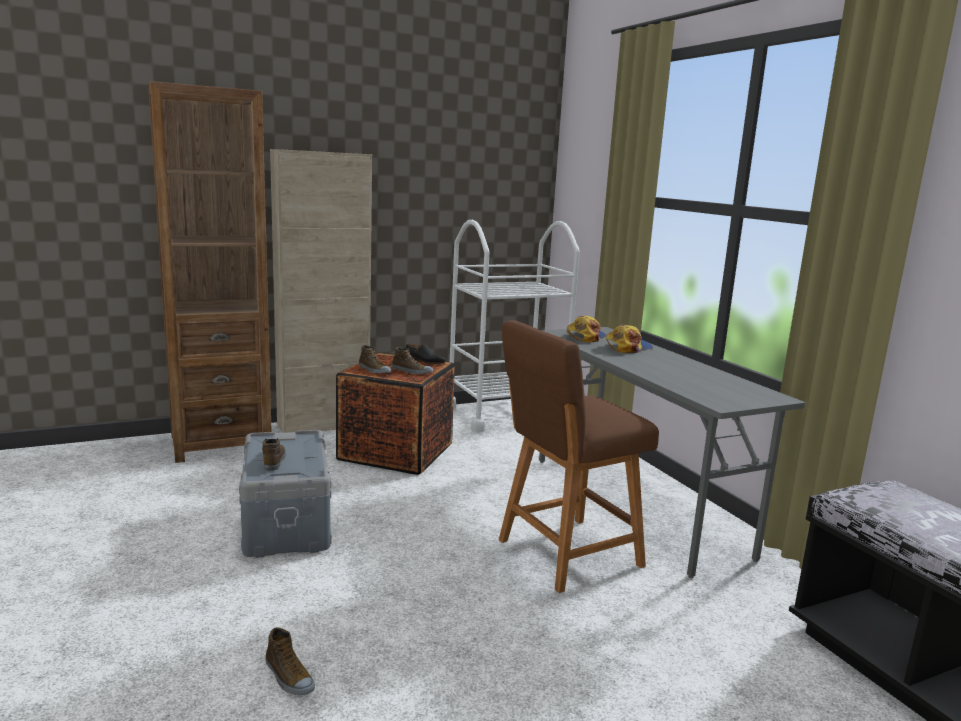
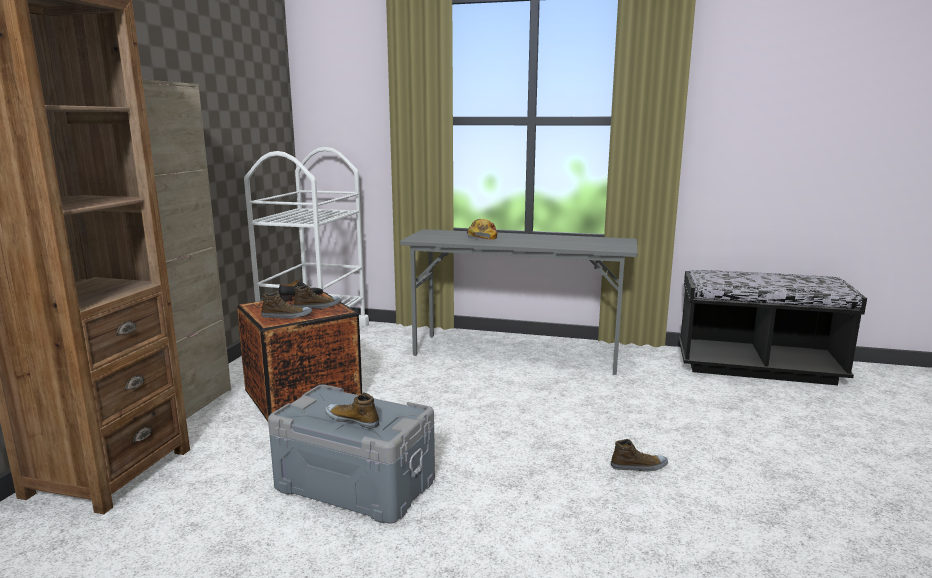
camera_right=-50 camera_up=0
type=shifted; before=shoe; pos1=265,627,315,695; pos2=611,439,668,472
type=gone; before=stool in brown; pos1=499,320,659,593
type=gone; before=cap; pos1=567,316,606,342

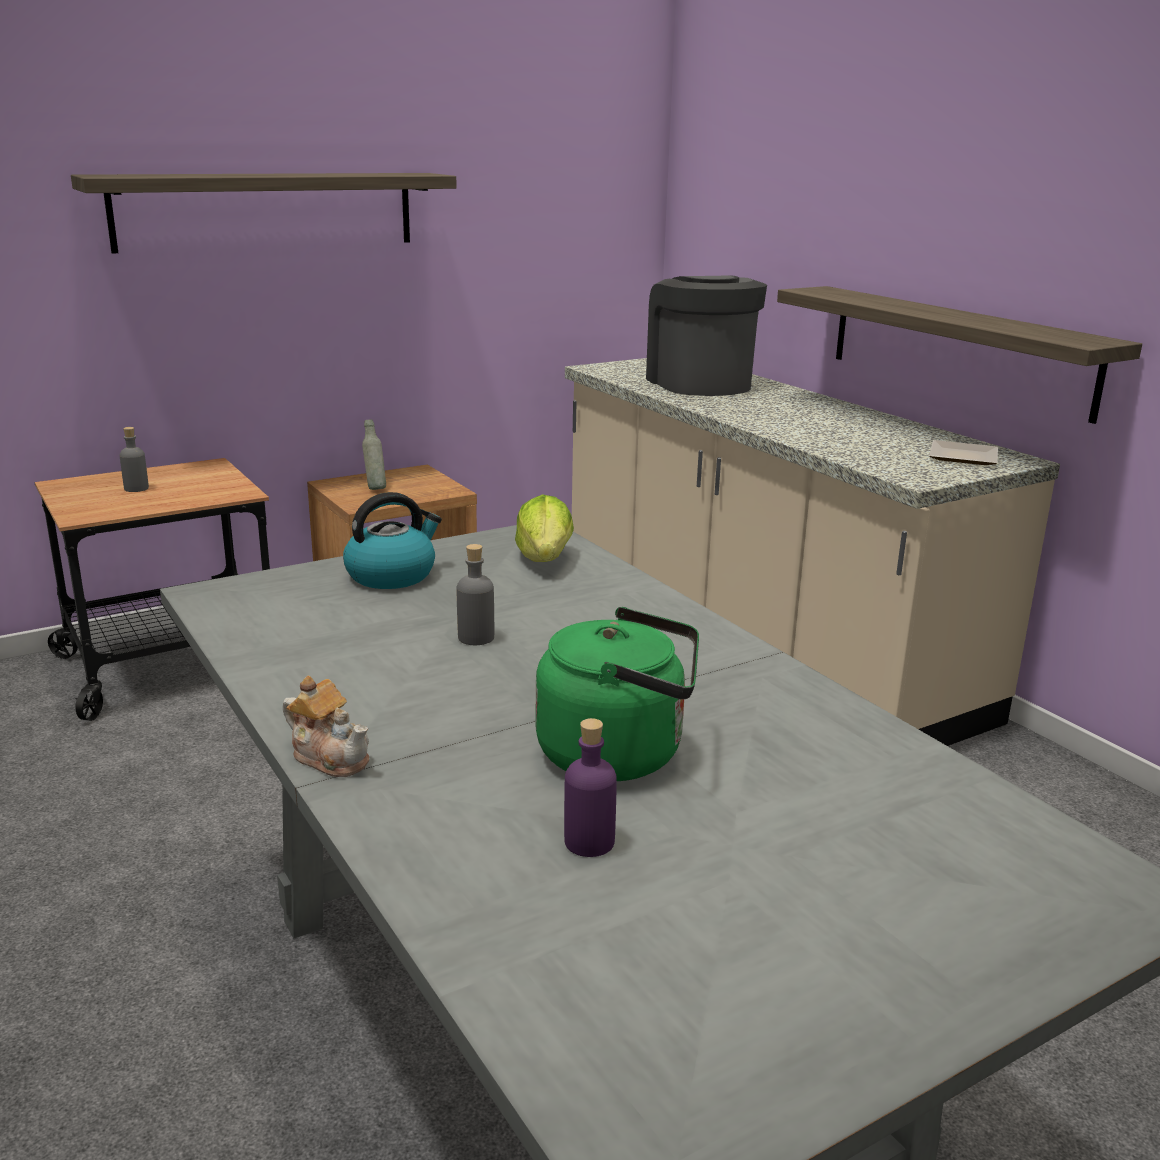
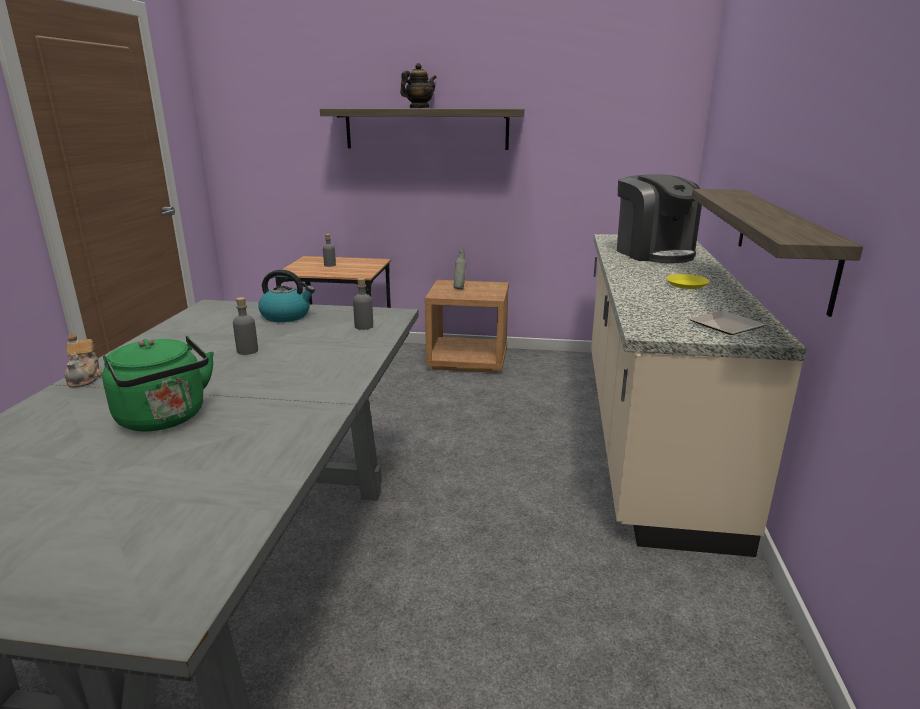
camera_right=40 camera_up=0
type=swapped; before=lettuce; after=bottle in grey; pos1=515,494,574,562; pos2=353,278,373,330
type=gone; before=bottle in purple; pos1=564,718,617,857
type=rotated; before=coffee machine; pos1=646,275,767,396; pos2=617,174,702,263; turn=135
type=new; after=teapot; pos2=400,63,437,108
type=new; after=plate in yellow; pos2=666,274,709,289

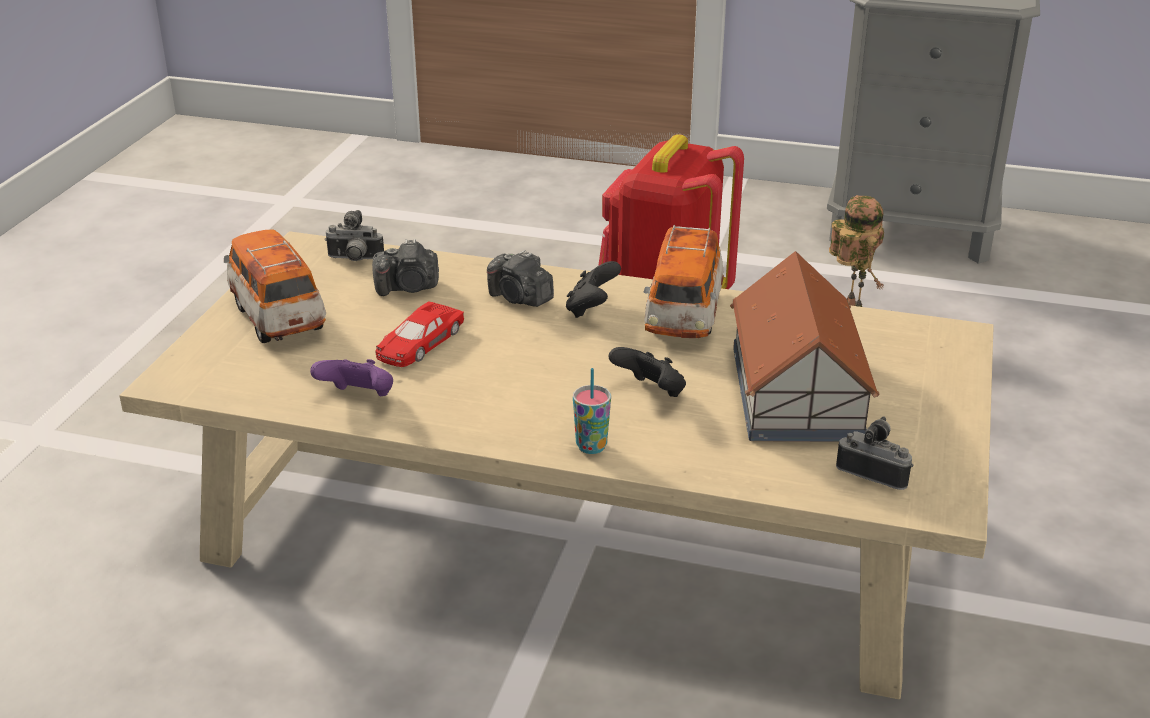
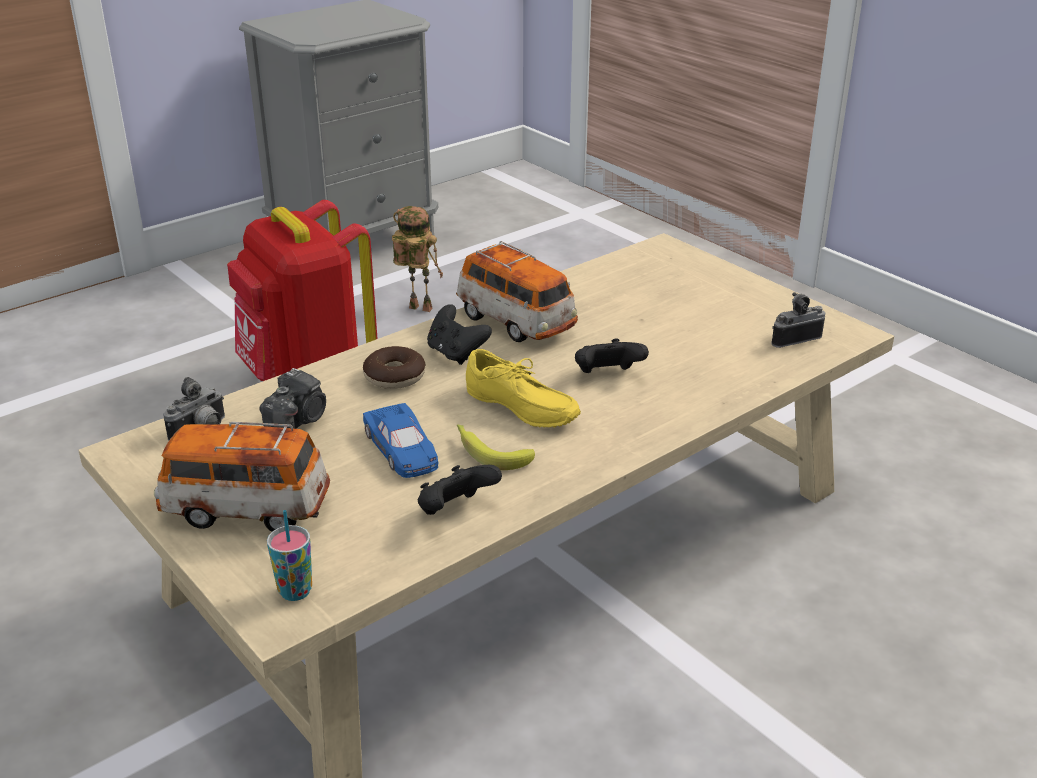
camera_right=-55 camera_up=0
type=repainted; before=game controller in purple; after=game controller in black; pos1=310,359,393,396; pos2=418,465,502,515
type=repainted; before=toy car in red; after=toy car in blue; pos1=375,301,464,367; pos2=363,403,439,478
type=swapped; before=photo camera; after=donut; pos1=487,250,554,307; pos2=363,346,425,389
type=shifted; before=cup; pos1=573,368,611,454; pos2=267,510,312,601
type=gone; before=toy house; pos1=730,251,880,442
type=new; after=banana; pos2=457,424,535,470
type=new; after=shoe in yellow; pos2=466,349,581,428

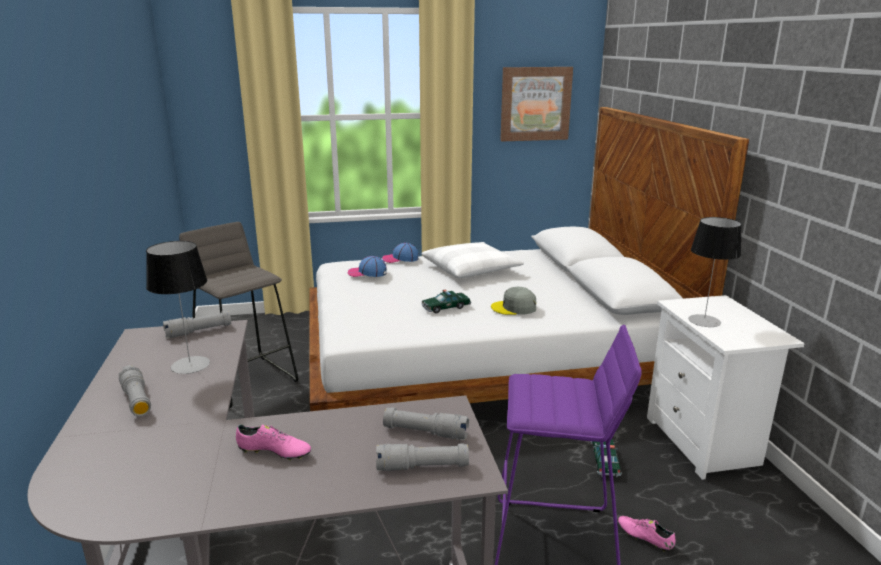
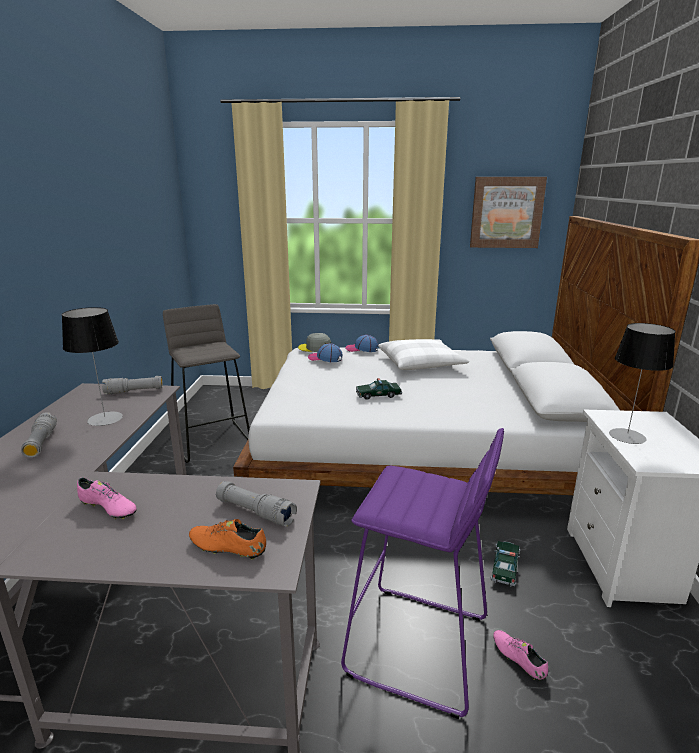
camera_right=15 camera_up=0
type=swapped; before=flashlight in grey; after=shoe in orange; pos1=376,444,469,471; pos2=189,519,266,560
type=shifted; before=cap in grey; pos1=491,287,536,315; pos2=298,333,331,352

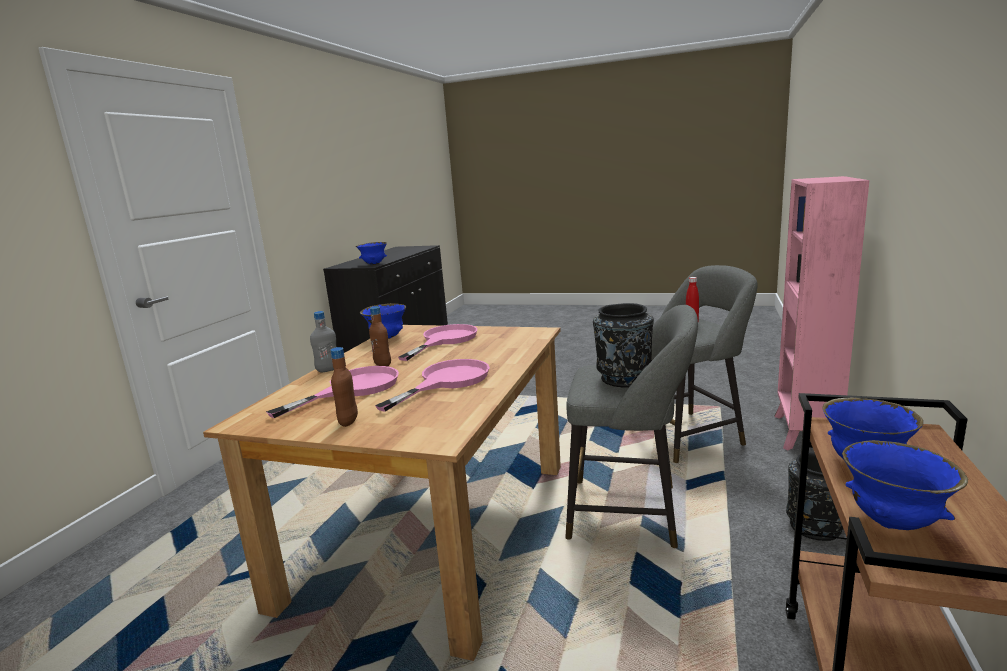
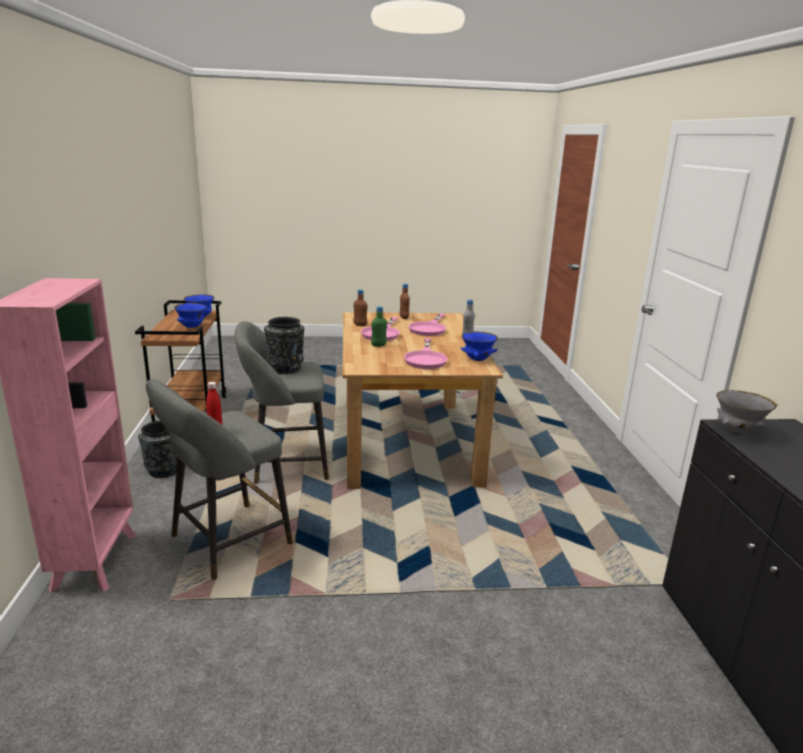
camera_right=155 camera_up=5
type=repainted; before=bowl in blue; after=bowl in grey; pos1=356,242,387,265; pos2=716,390,777,436
type=shifted; before=bottle in brown; pos1=369,306,391,367; pos2=353,289,368,326
type=new; after=bottle in green; pos2=371,306,387,347

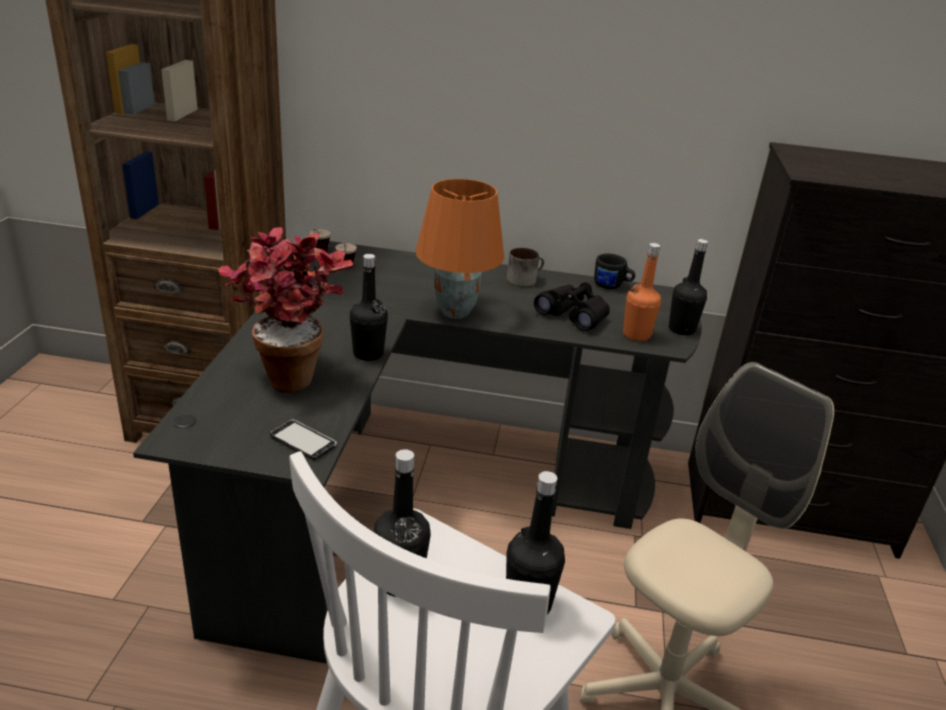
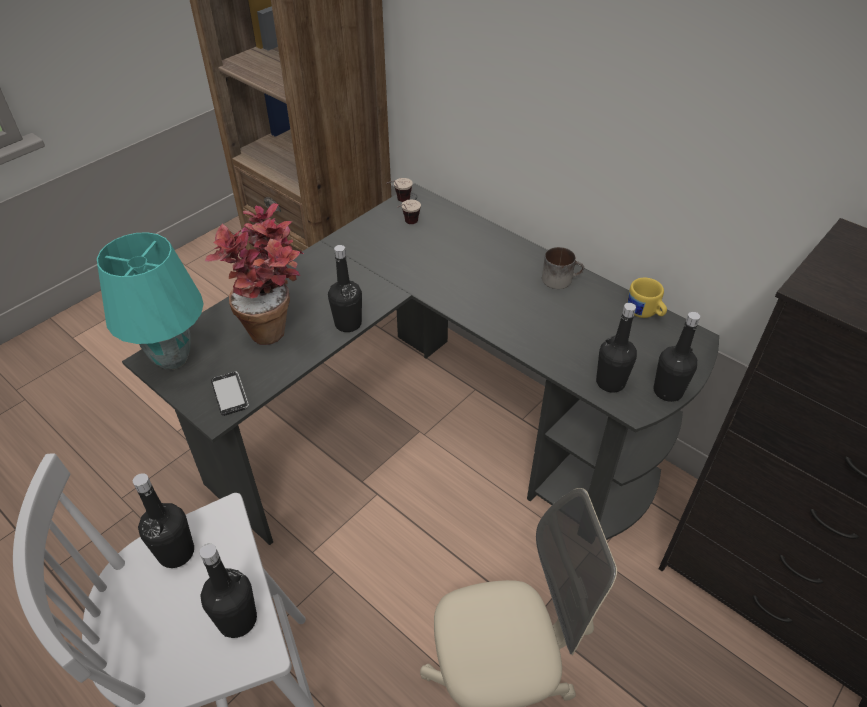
camera_right=35 camera_up=15
type=gone; before=table lamp in orange; pos1=416,179,504,319
type=gone; before=binoculars in black; pos1=534,282,610,331
type=repainted; before=mug in black; after=mug in yellow; pos1=594,253,635,289; pos2=627,278,667,318
type=repainted; before=bottle in orange; after=bottle in black; pos1=623,243,661,341; pos2=596,303,637,393
type=new; after=table lamp in turquoise; pos2=97,232,204,370

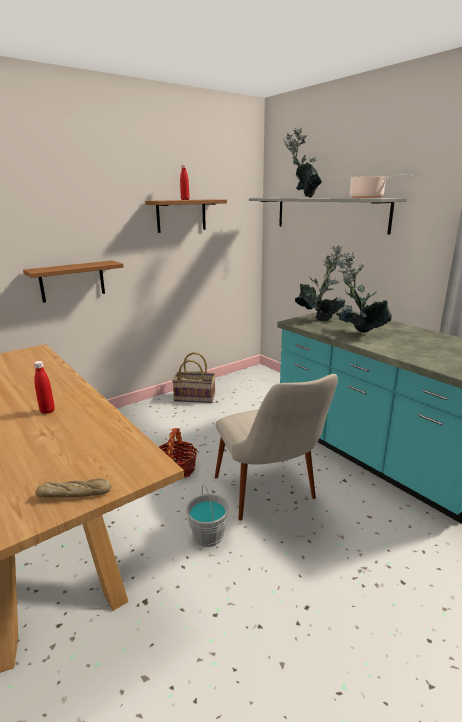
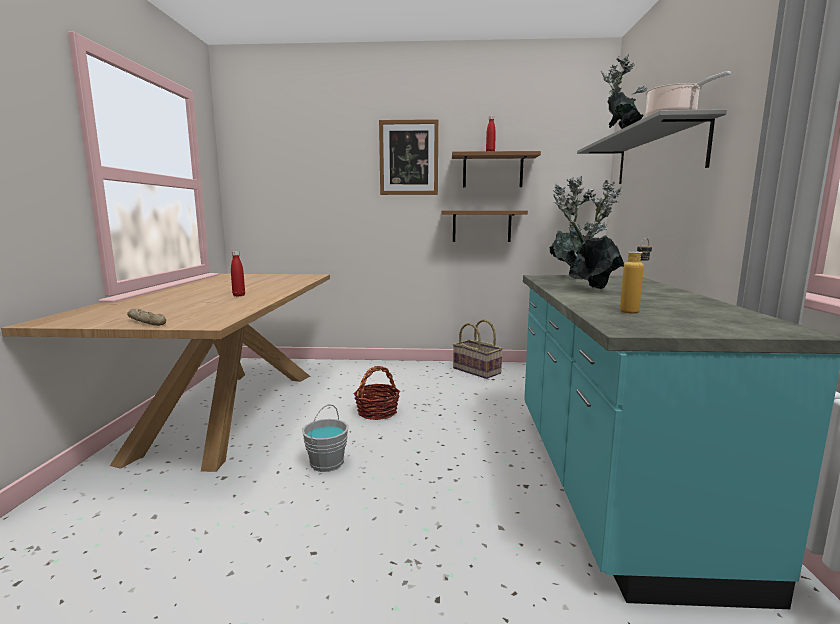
camera_right=40 camera_up=-10
type=shifted; before=shelf in brown; pos1=23,261,124,303; pos2=442,210,528,242
type=gone; before=chair in beige; pos1=215,374,338,520
type=new; after=picture; pos2=379,119,438,195
type=new; after=bottle; pos2=620,238,652,314

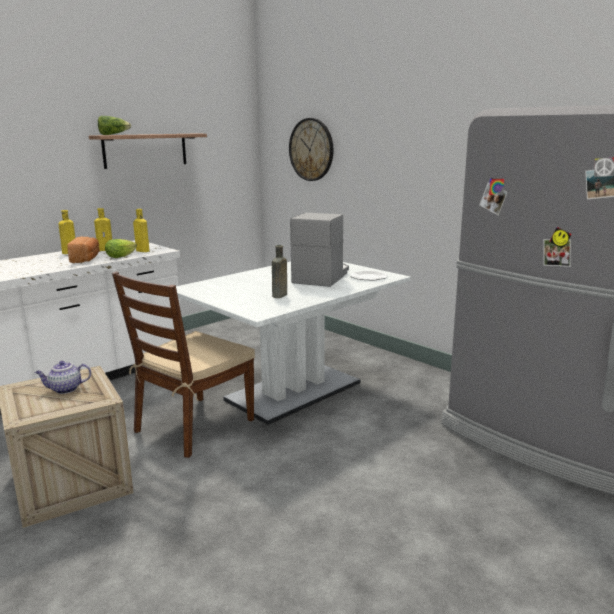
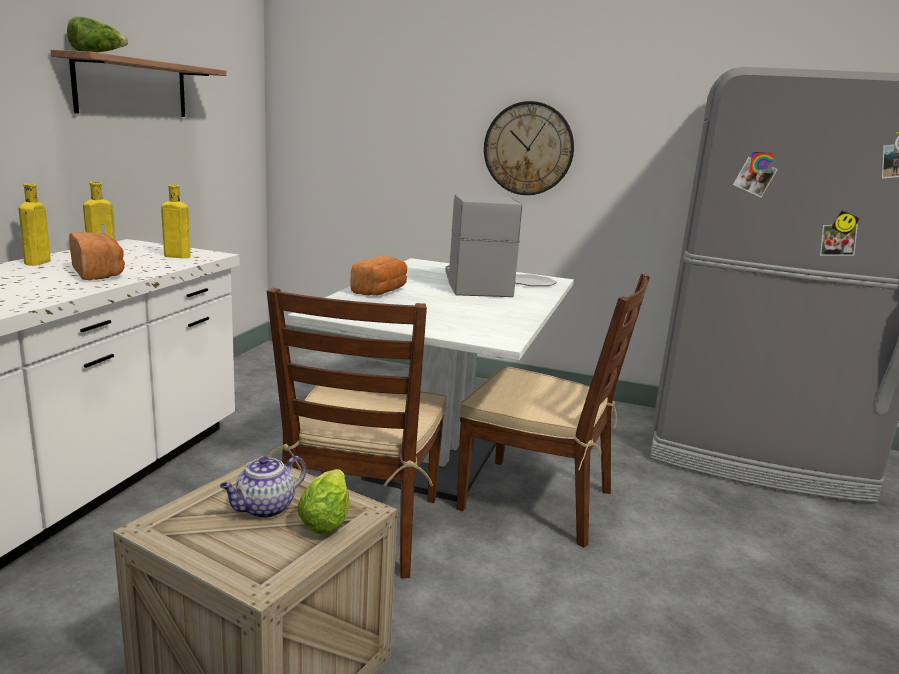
camera_right=-30 camera_up=0
type=shifted; before=lettuce; pos1=105,239,137,258; pos2=297,469,349,535
type=gone; before=bottle in brown; pos1=272,245,287,298
type=shifted; before=wall clock; pos1=289,118,333,181; pos2=484,101,574,195
type=new; after=bread; pos2=350,255,407,295
type=new; after=chair in brown; pos2=457,273,650,548

